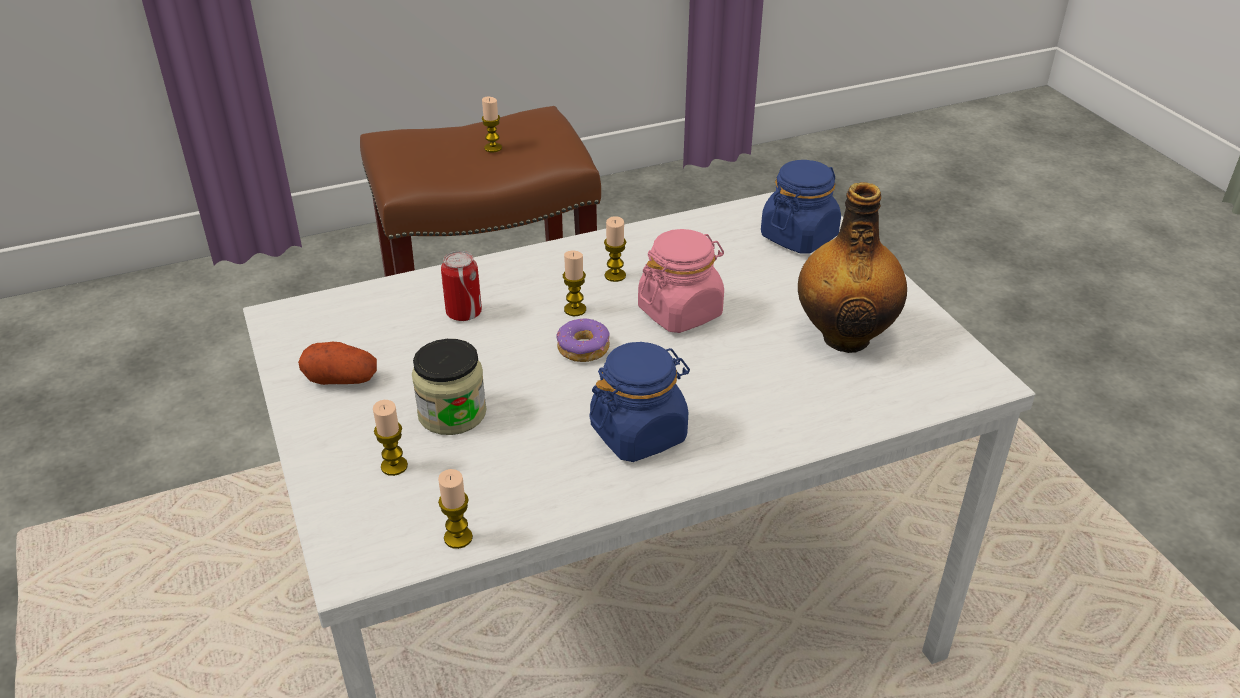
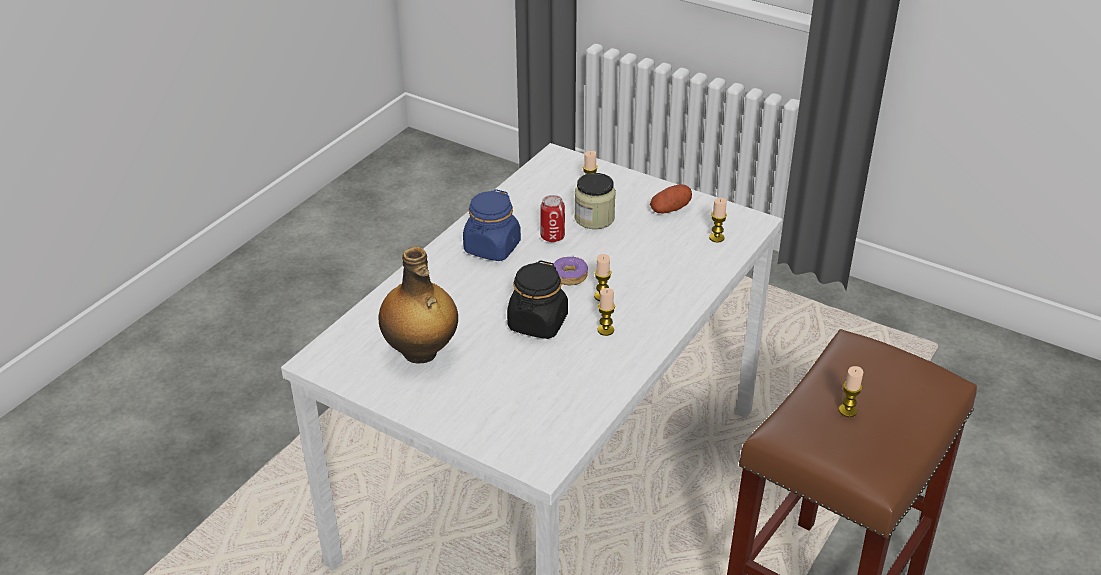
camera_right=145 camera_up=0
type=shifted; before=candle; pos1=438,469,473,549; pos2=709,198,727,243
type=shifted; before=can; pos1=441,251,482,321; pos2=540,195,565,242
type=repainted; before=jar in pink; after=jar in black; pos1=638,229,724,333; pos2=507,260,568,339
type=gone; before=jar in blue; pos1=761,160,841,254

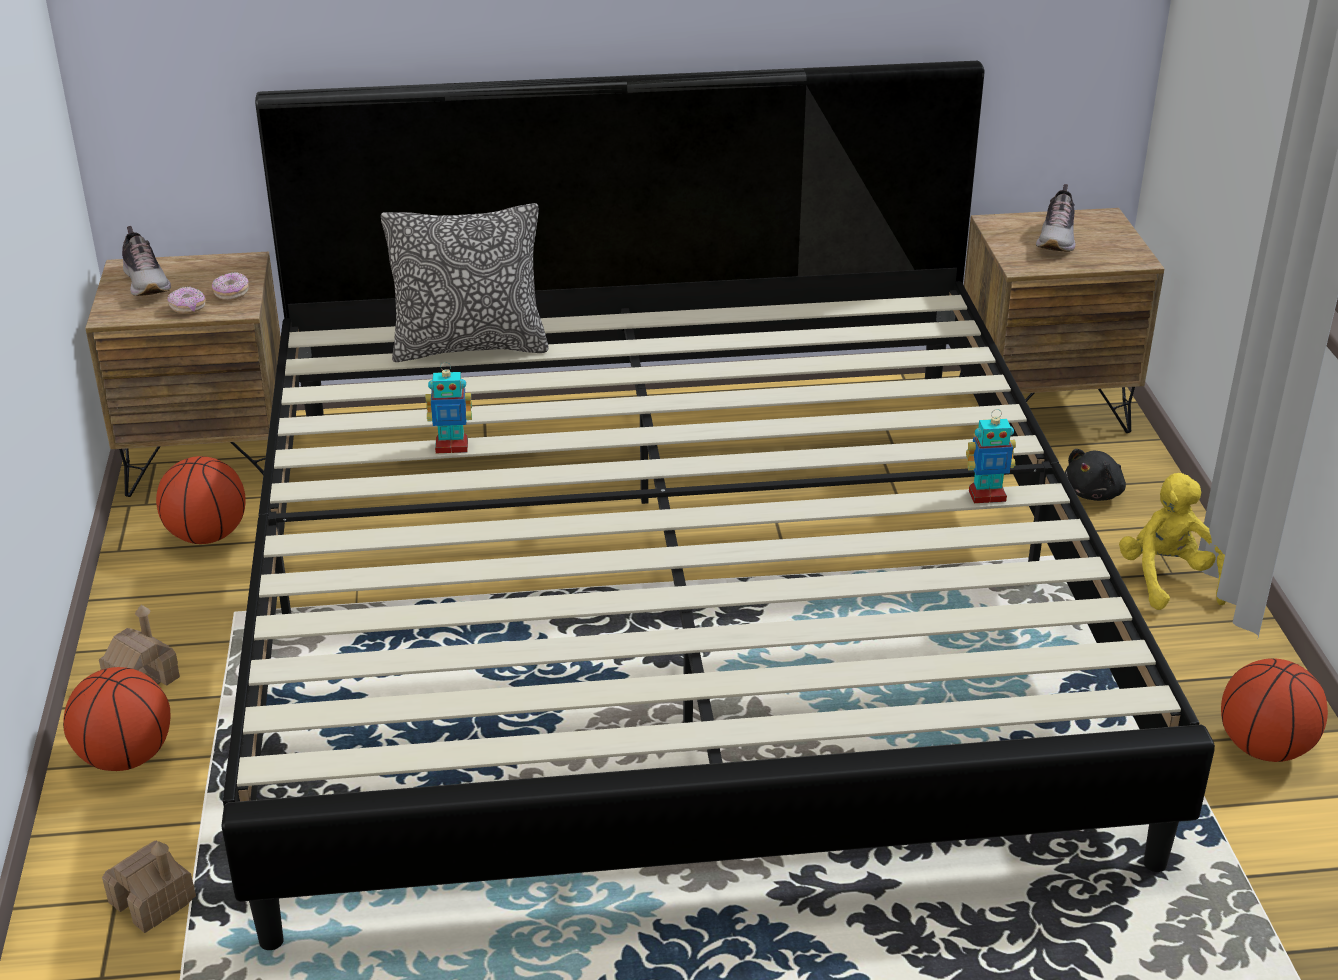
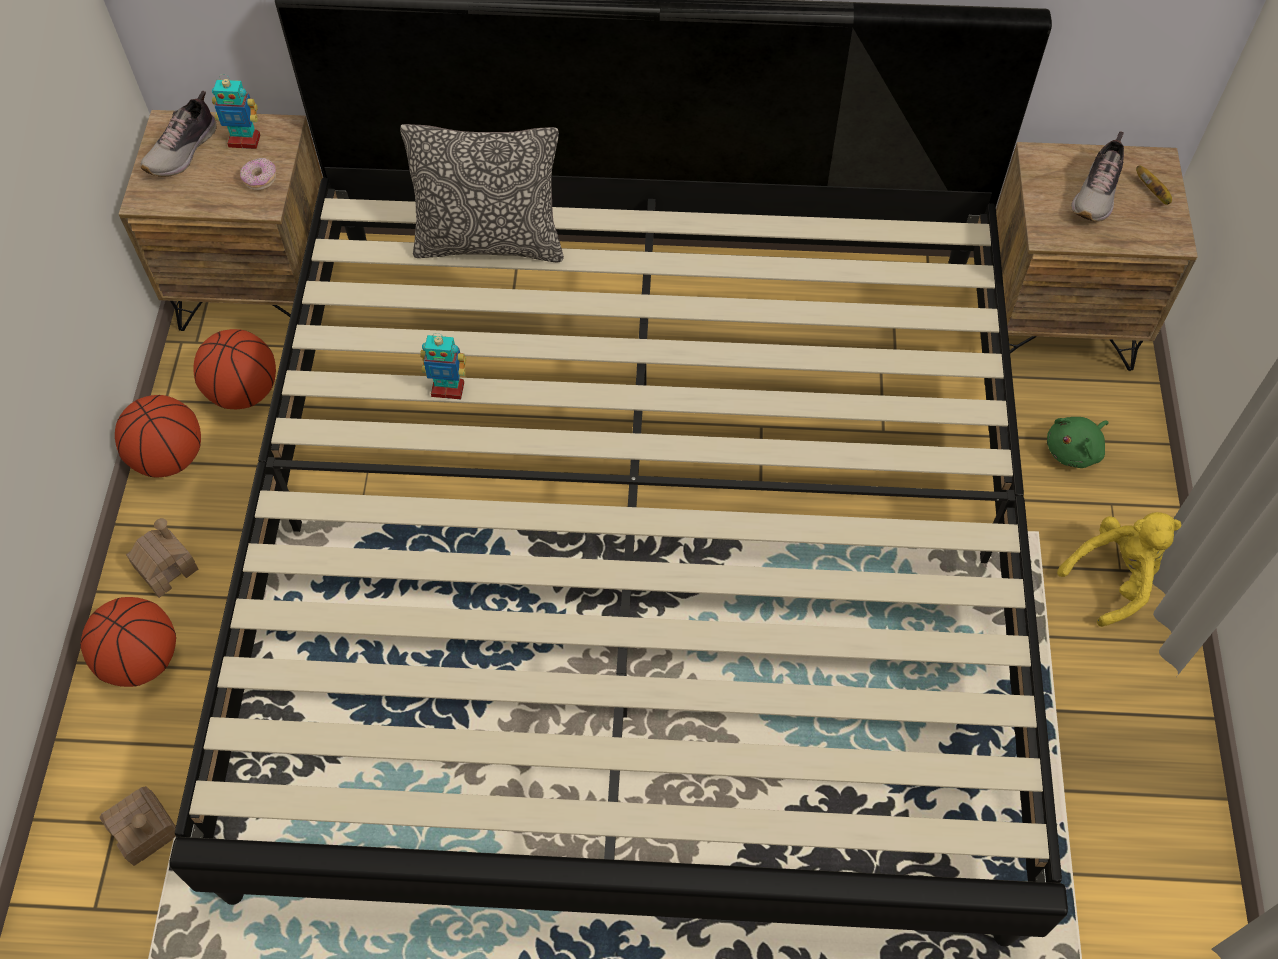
camera_right=10 camera_up=25
type=rotated; before=shoe; pos1=122,226,171,296; pos2=141,91,217,177; turn=45
type=gone; before=donut; pos1=167,287,206,314
type=shifted; before=toy robot; pos1=966,409,1016,503; pos2=212,74,260,149
type=repainted; before=plush toy in black; after=plush toy in green; pos1=1065,449,1126,501; pos2=1047,417,1109,468
type=rotated; before=plush toy in yellow; pos1=1119,473,1226,610; pos2=1057,512,1181,627; turn=60
type=shifted; before=basketball; pos1=1221,658,1328,762; pos2=115,395,201,478
type=new; after=banana; pos2=1136,165,1172,205

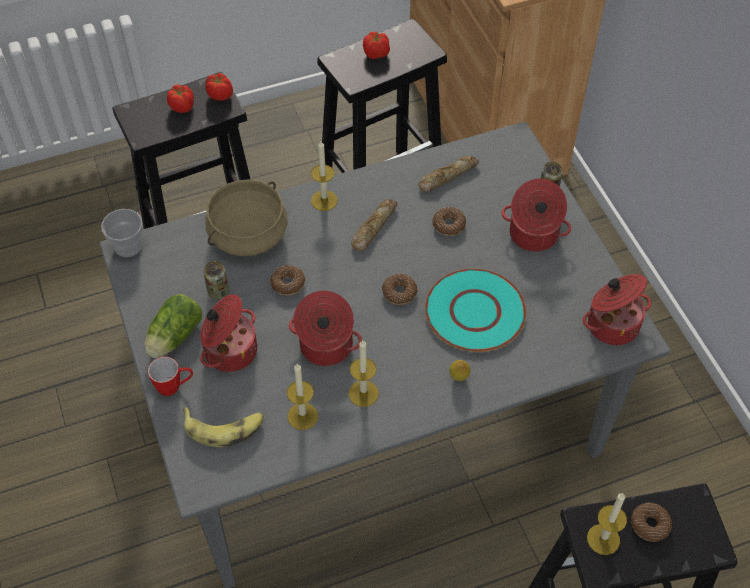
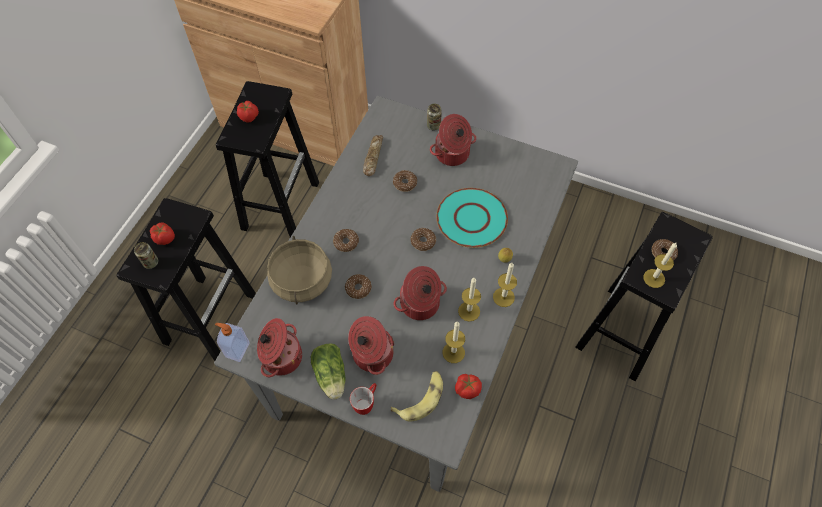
camera_right=-45 camera_up=5
type=swapped; before=cup; after=soap dispenser; pos1=101,209,143,257; pos2=215,323,250,362
type=shifted; before=can; pos1=203,261,229,300; pos2=134,242,158,269
type=shifted; before=tomato; pos1=206,73,233,101; pos2=455,374,482,399
type=shifted; before=candle; pos1=311,141,338,211; pos2=493,263,517,307
type=gone; before=bread; pos1=351,199,397,251
type=shifted; before=cooking pot; pos1=583,274,651,345; pos2=257,318,302,377
type=new; after=donut; pos2=333,229,359,252

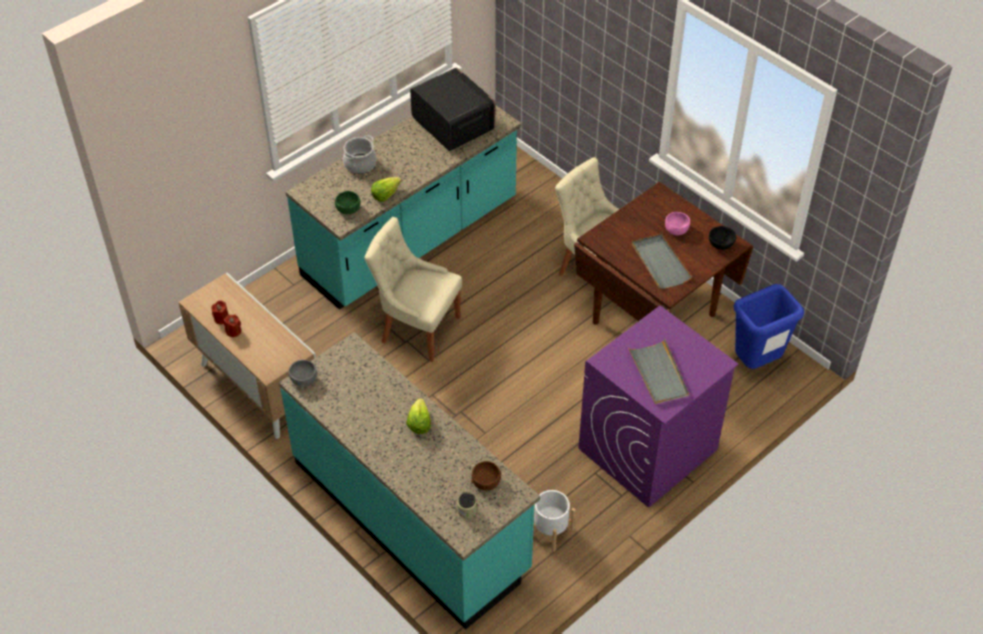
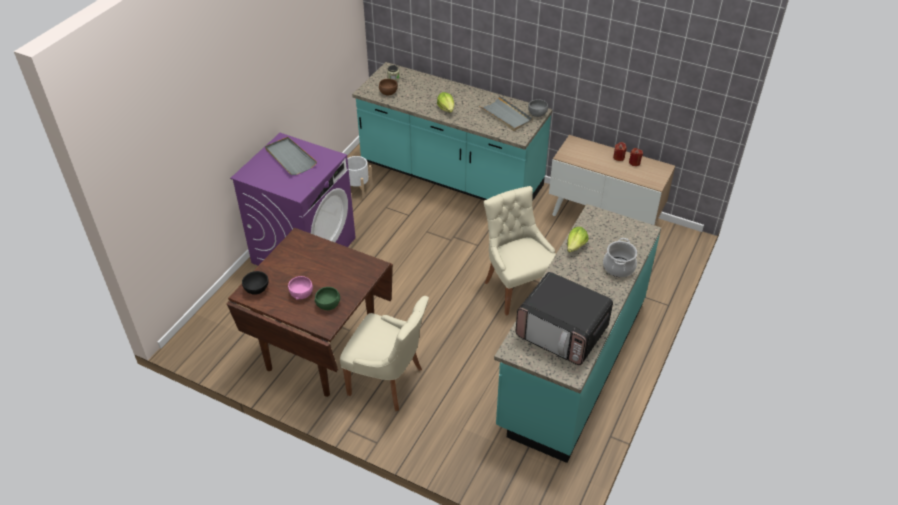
camera_right=160 camera_up=-5
type=shifted; before=bowl in green; pos1=335,191,361,214; pos2=315,287,340,310
type=rotated; before=chair in beige; pos1=364,217,462,362; pos2=483,186,556,316; turn=-120
type=shifted; before=tray in grey; pos1=632,234,692,289; pos2=479,95,533,131
type=gone; before=trash can in blue; pos1=734,284,804,369

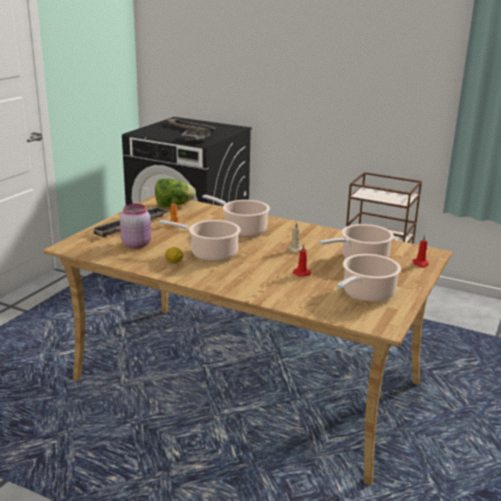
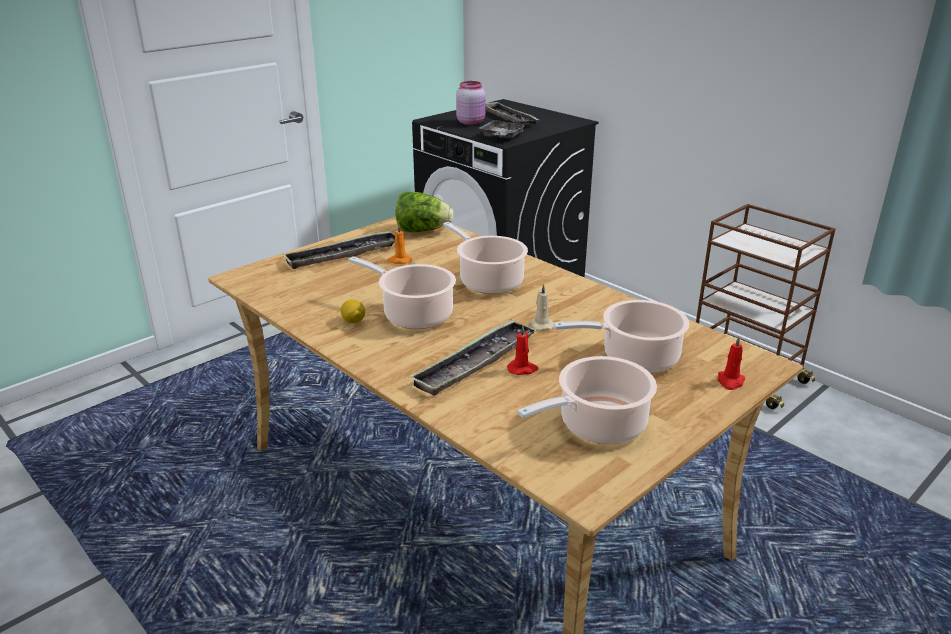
camera_right=20 camera_up=5
type=shifted; before=jar in pink; pos1=120,204,151,249; pos2=456,81,486,125
type=new; after=tray; pos2=409,319,537,396

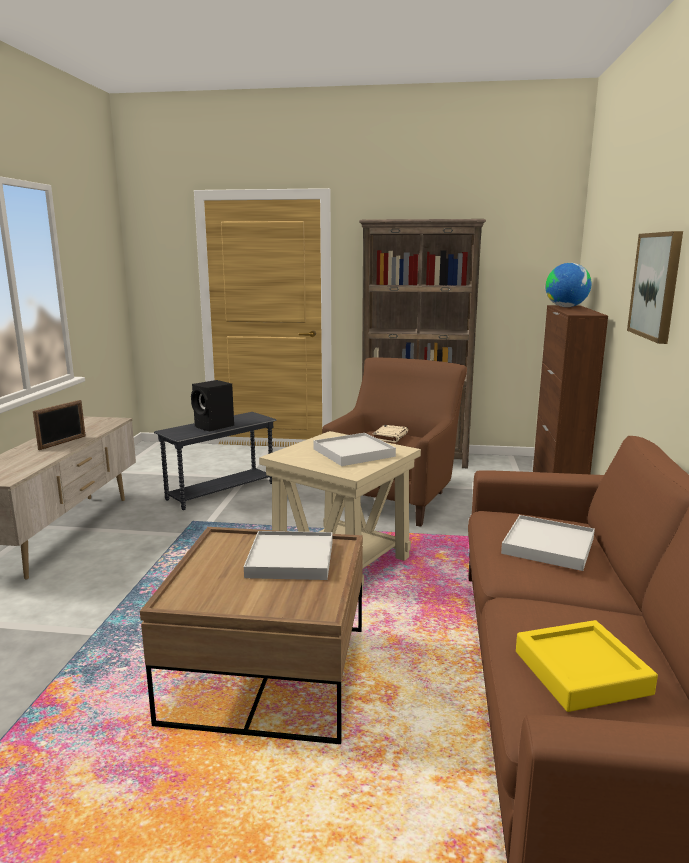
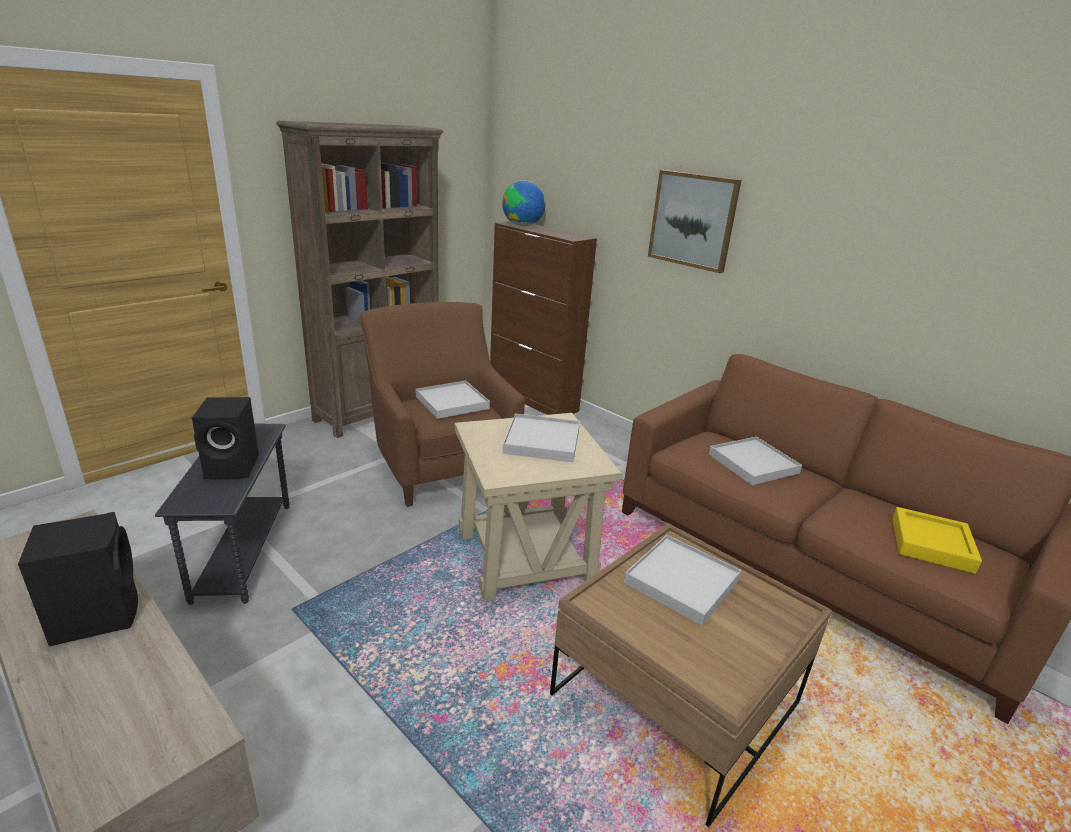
camera_right=-55 camera_up=10
type=swapped; before=picture frame; after=speaker in black; pos1=33,400,86,450; pos2=18,512,138,646
type=swapped; before=book in beige; after=tray in white; pos1=373,425,408,443; pos2=416,381,490,419

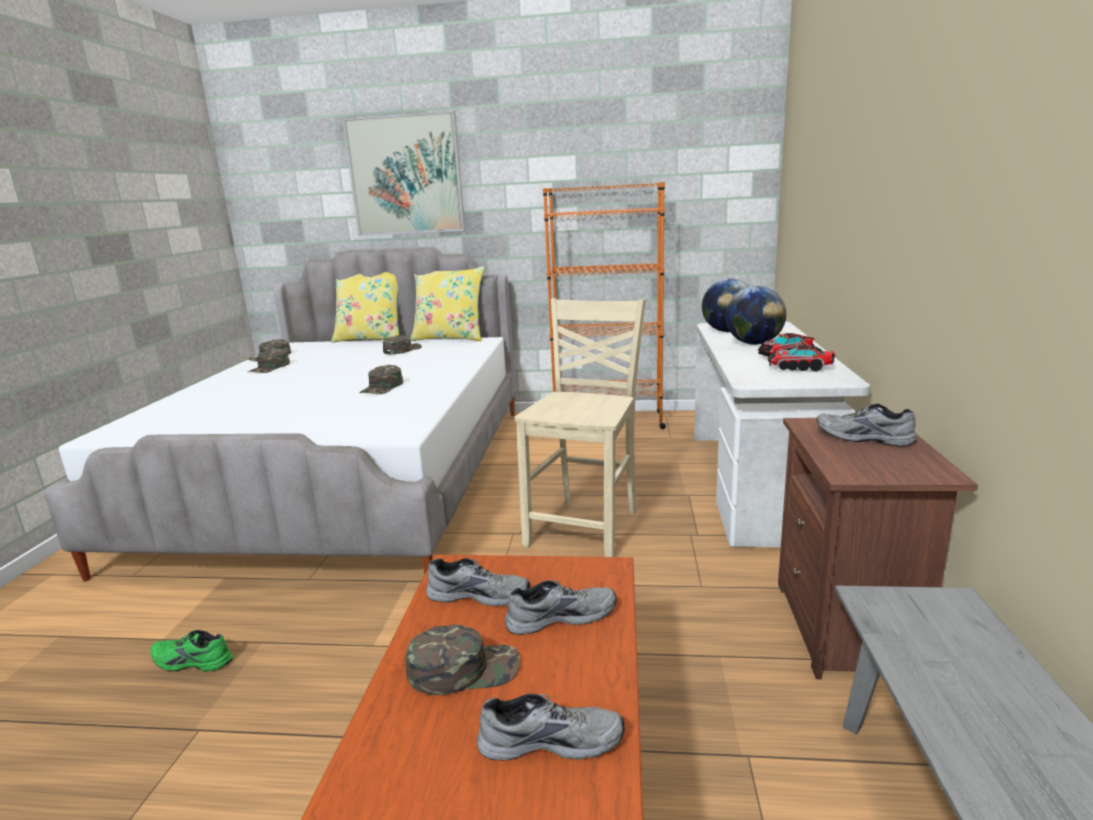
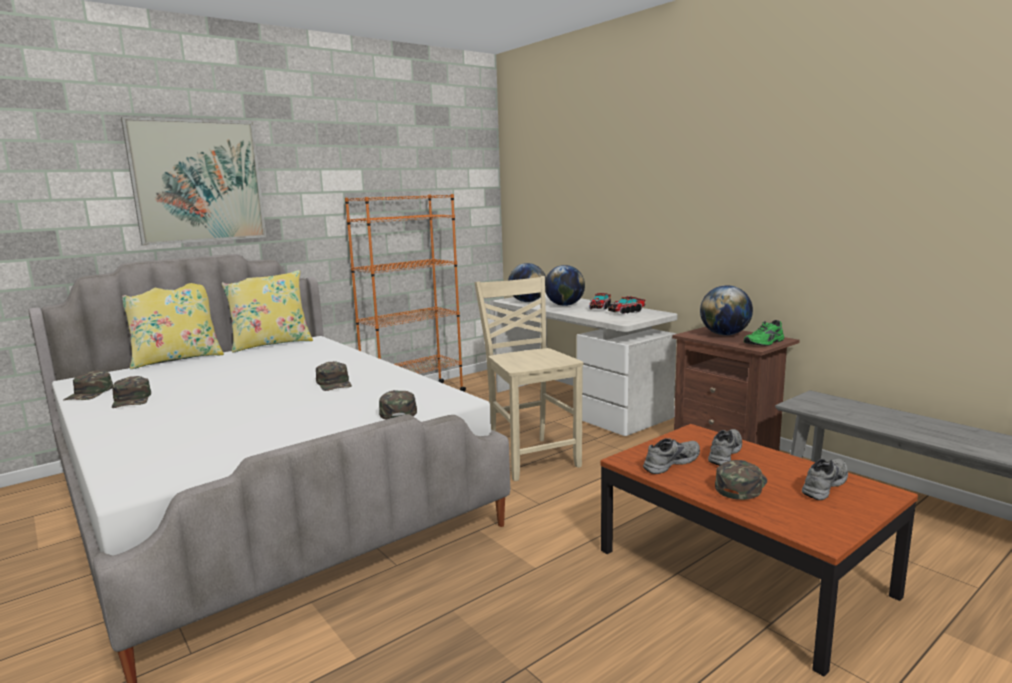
camera_right=-45 camera_up=-5
type=shifted; before=shoe in green; pos1=150,630,233,672; pos2=744,320,784,346
type=shifted; before=cap in green; pos1=383,335,422,354; pos2=379,390,417,420
type=swapped; before=shoe in grey; after=globe; pos1=817,404,917,446; pos2=700,285,753,336

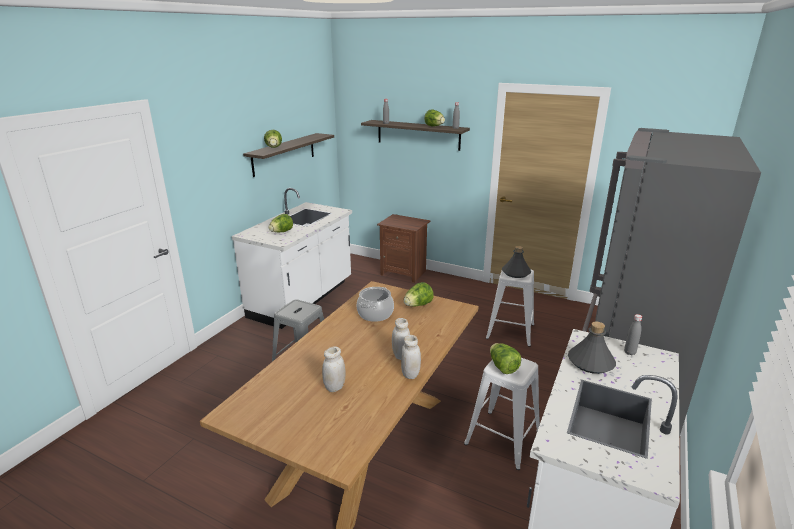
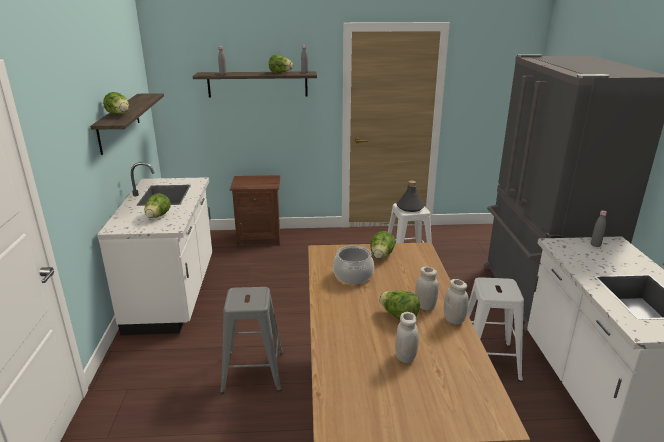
camera_right=-30 camera_up=0
type=shifted; before=lettuce; pos1=490,343,521,374; pos2=379,290,420,320
type=gone; before=bottle in grey; pos1=568,322,616,374

